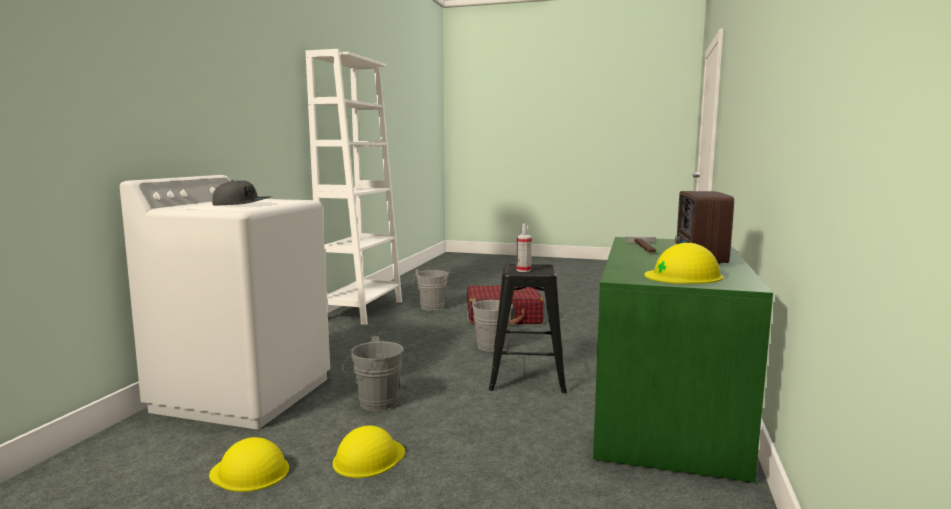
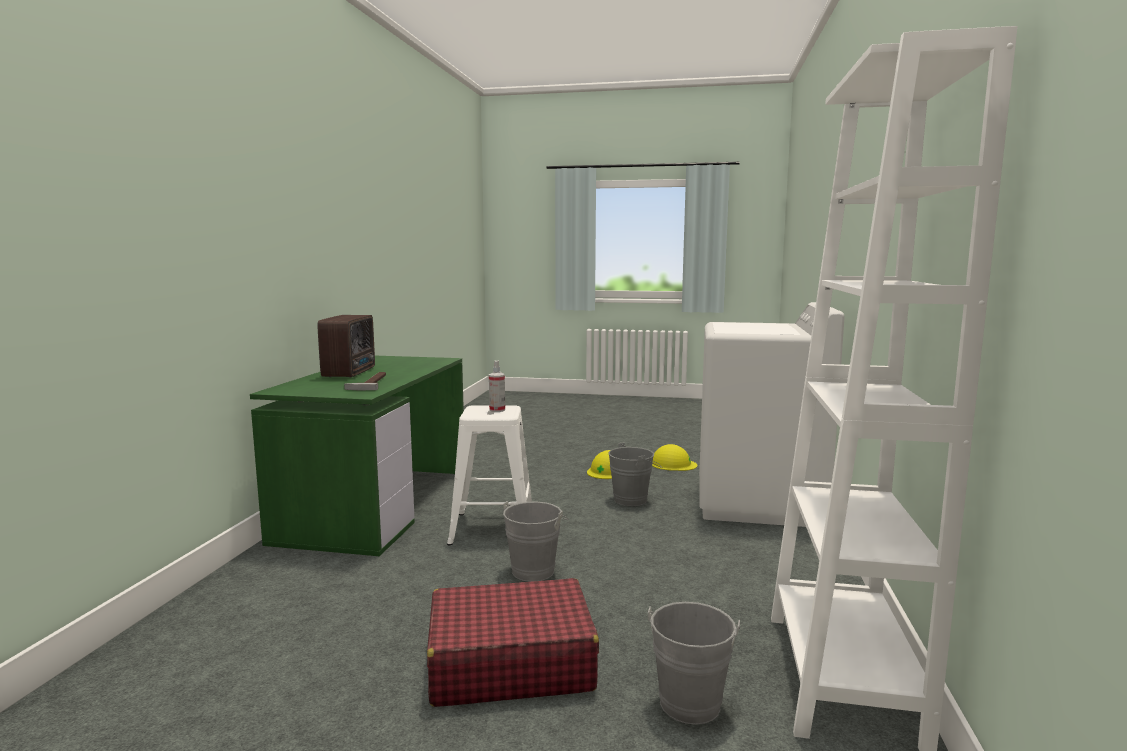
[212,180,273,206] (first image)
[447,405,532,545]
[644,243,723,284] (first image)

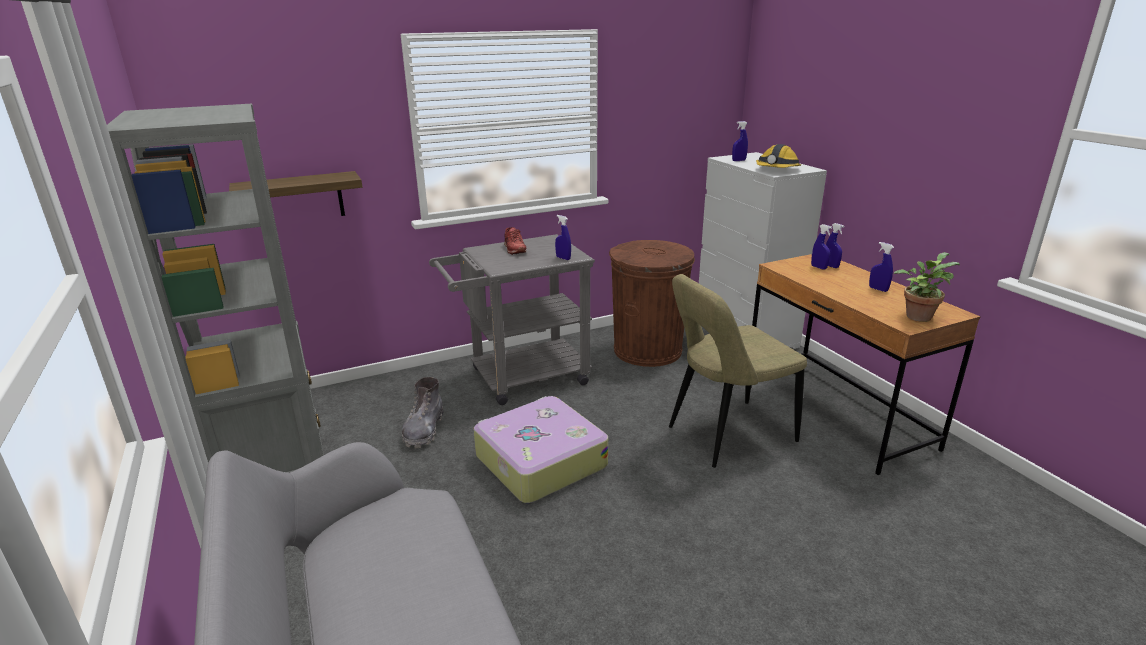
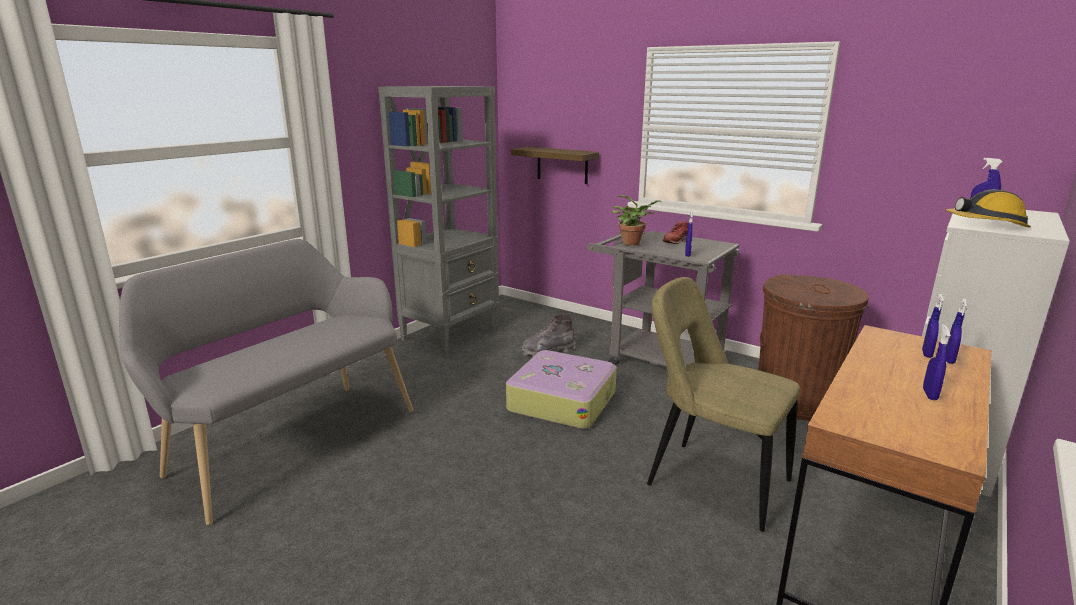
[612,195,661,245]

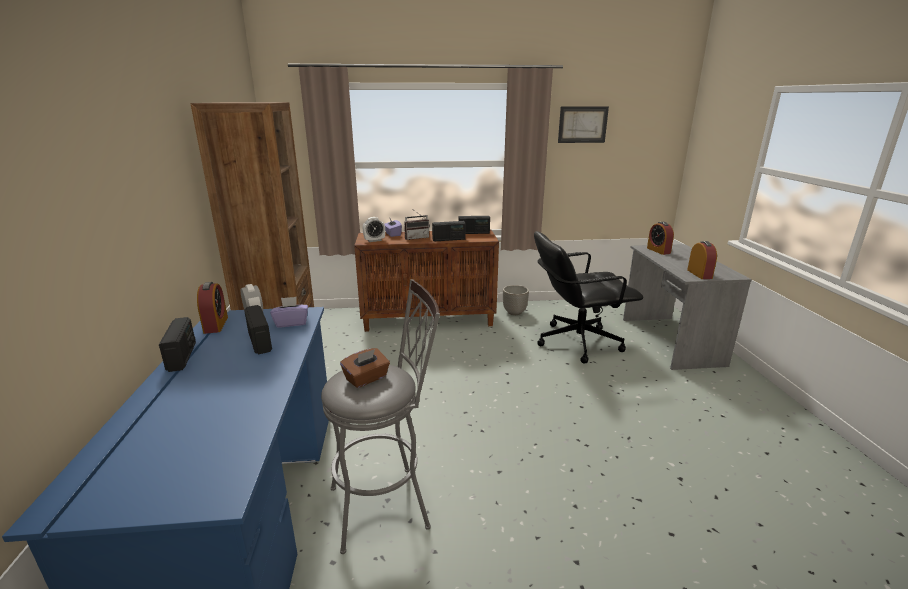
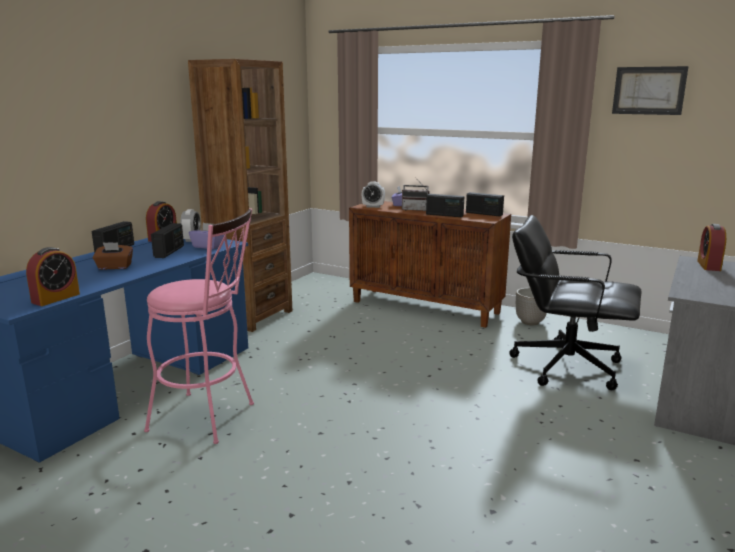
[144,208,254,444]
[93,242,133,270]
[26,247,80,306]

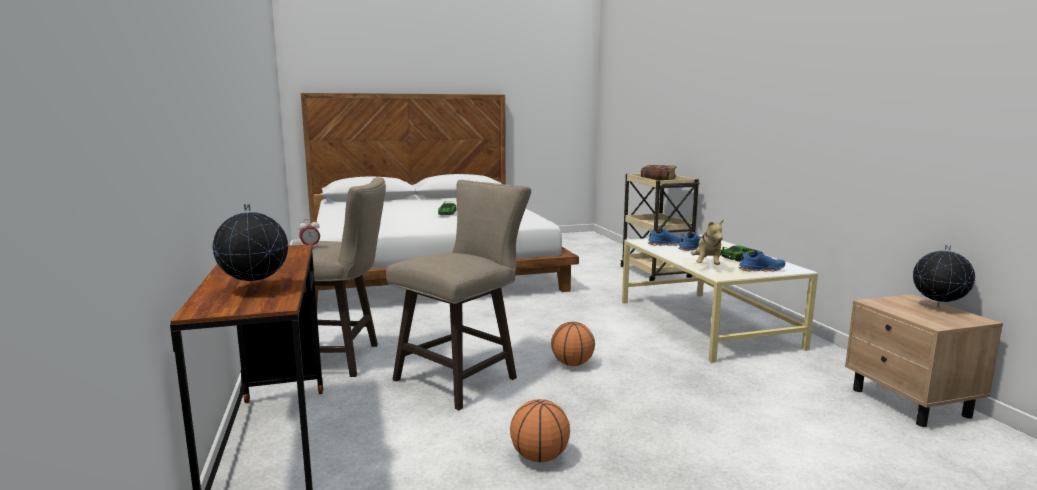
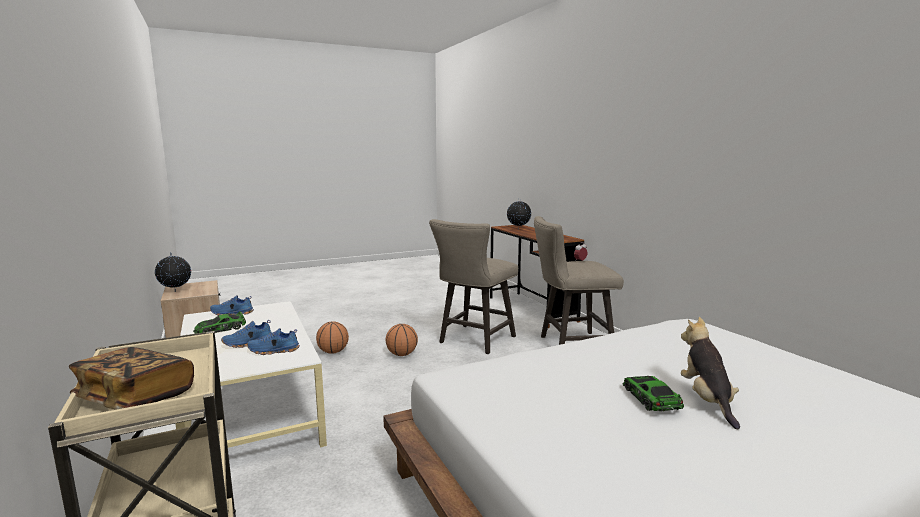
[316,321,349,354]
[681,317,740,430]

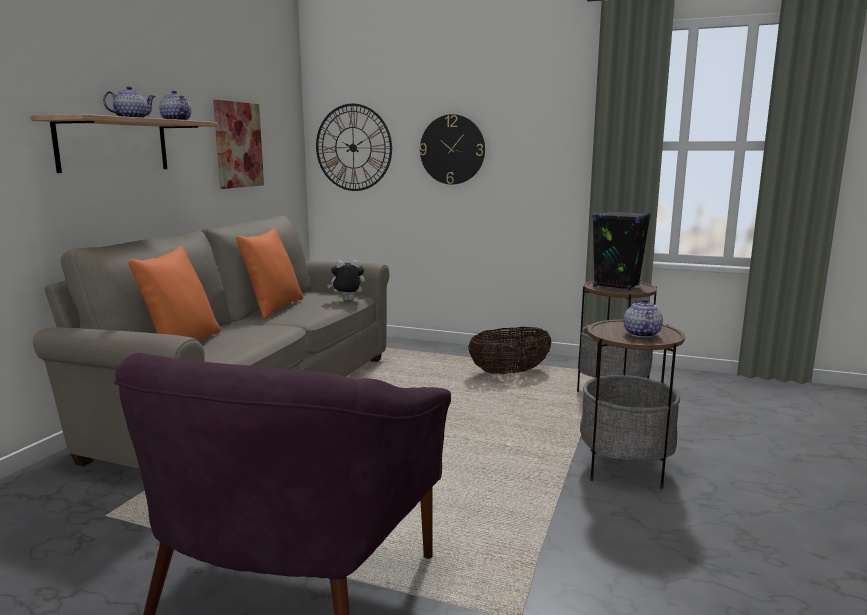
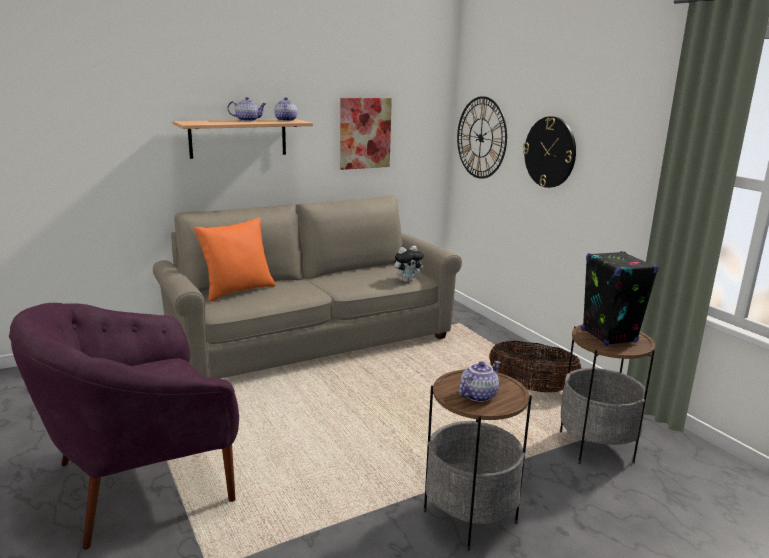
[236,228,303,319] (first image)
[394,246,424,282]

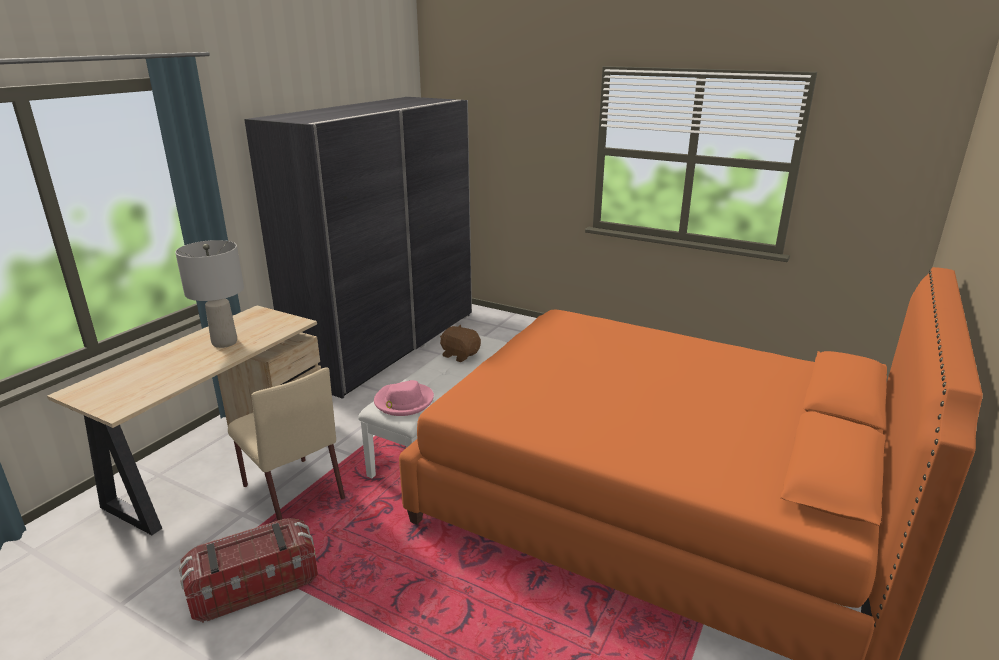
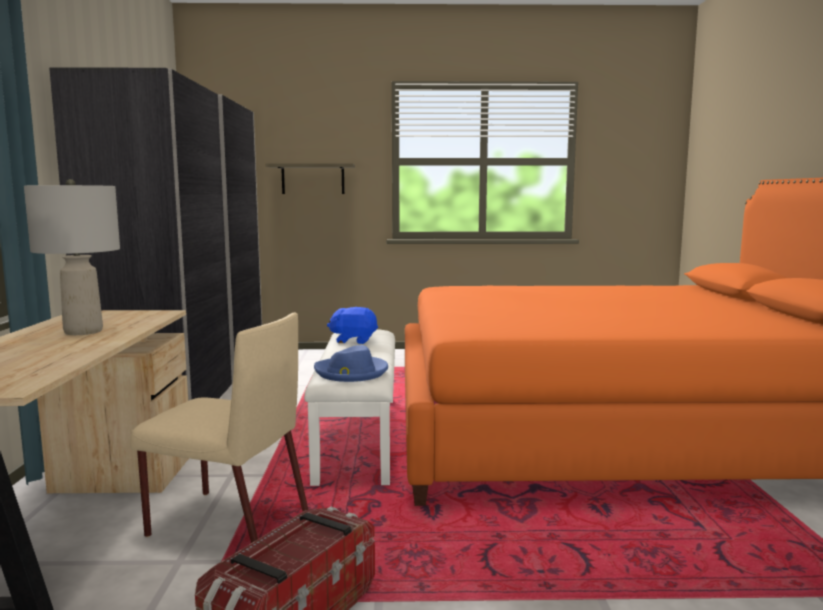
[314,345,388,382]
[327,307,378,344]
[265,163,355,194]

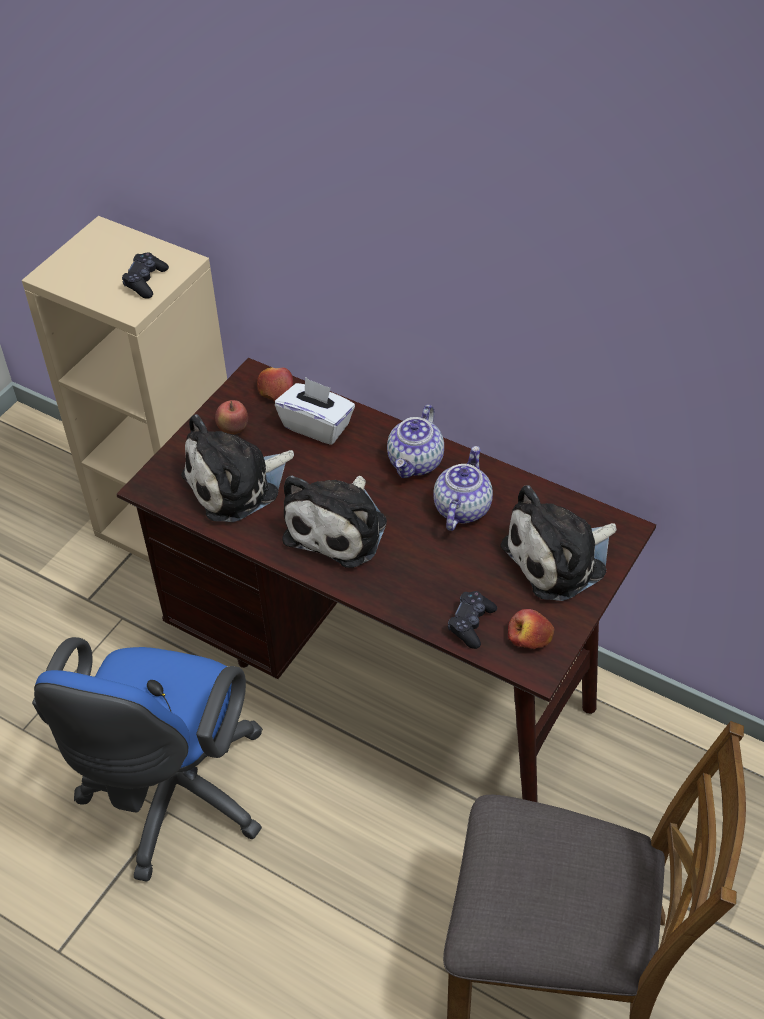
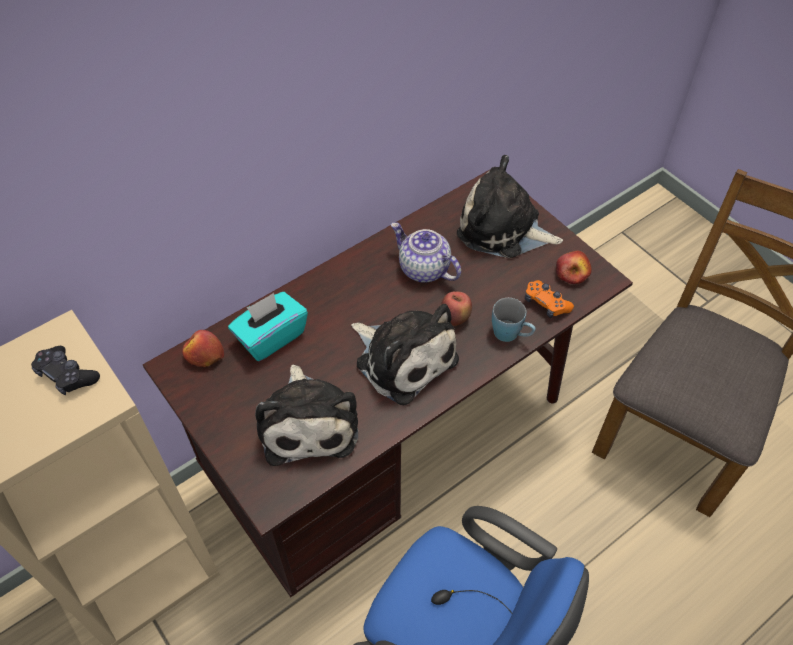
[441,291,472,326]
[228,292,308,361]
[387,404,444,478] (first image)
[525,280,574,318]
[457,155,563,258]
[492,298,536,342]

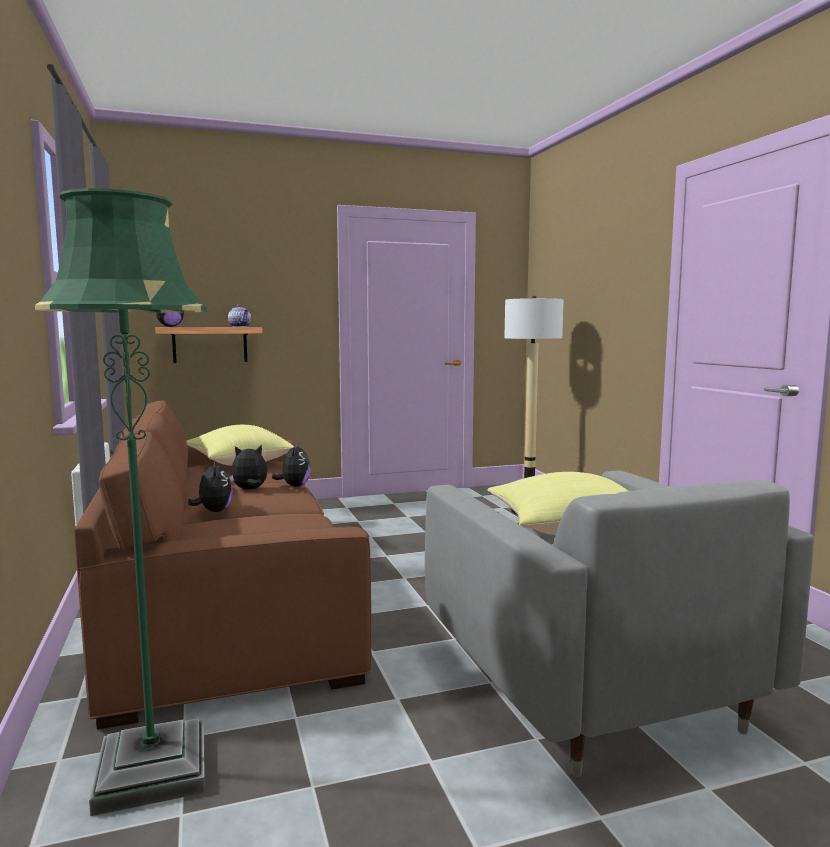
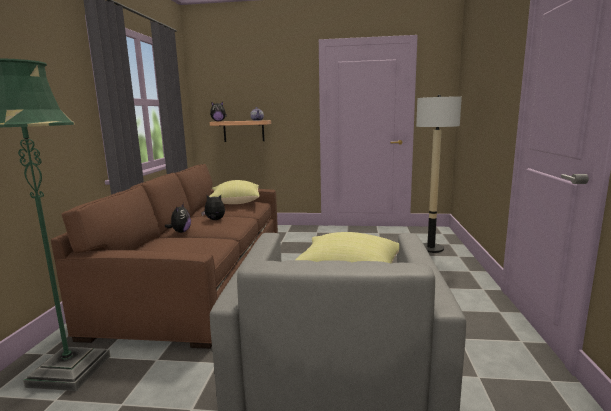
[272,443,311,487] (first image)

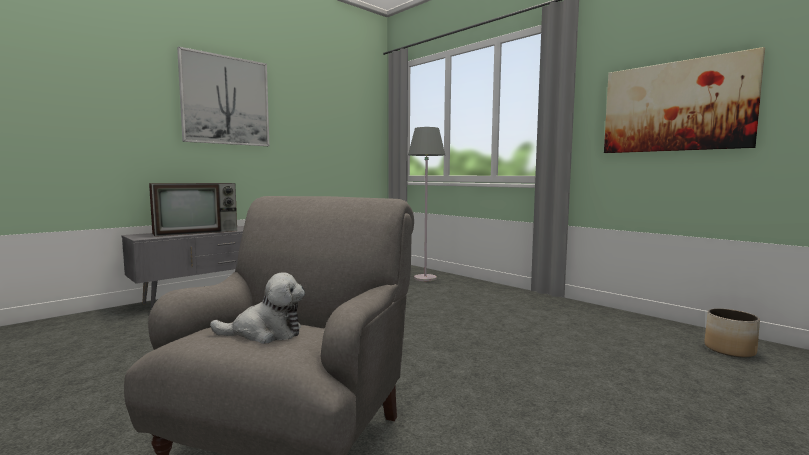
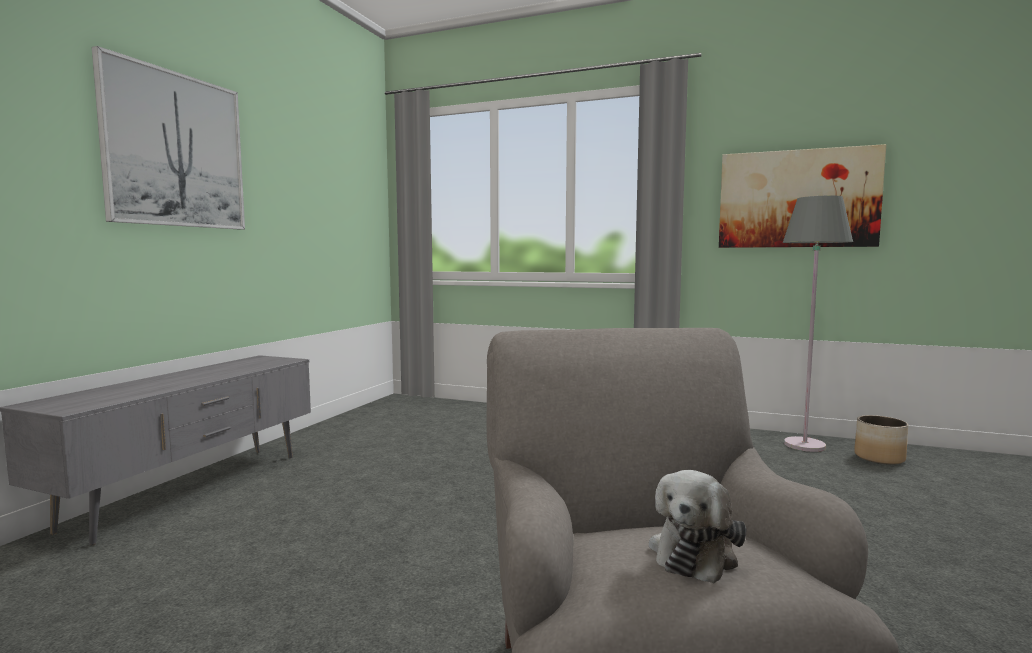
[149,183,237,237] (first image)
[649,470,746,584]
[783,195,853,452]

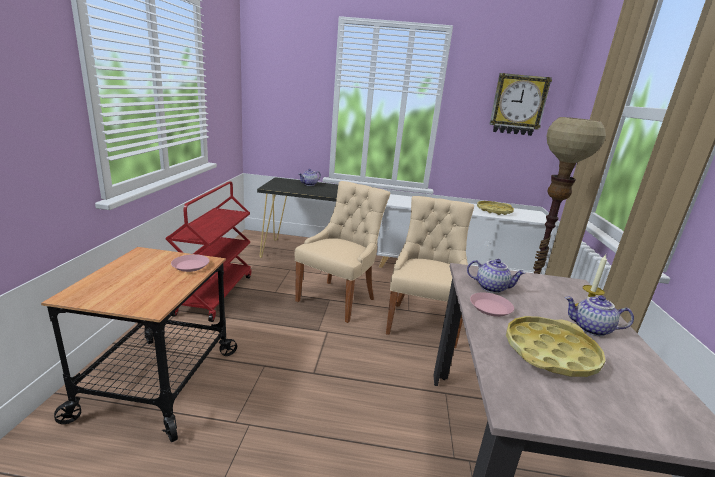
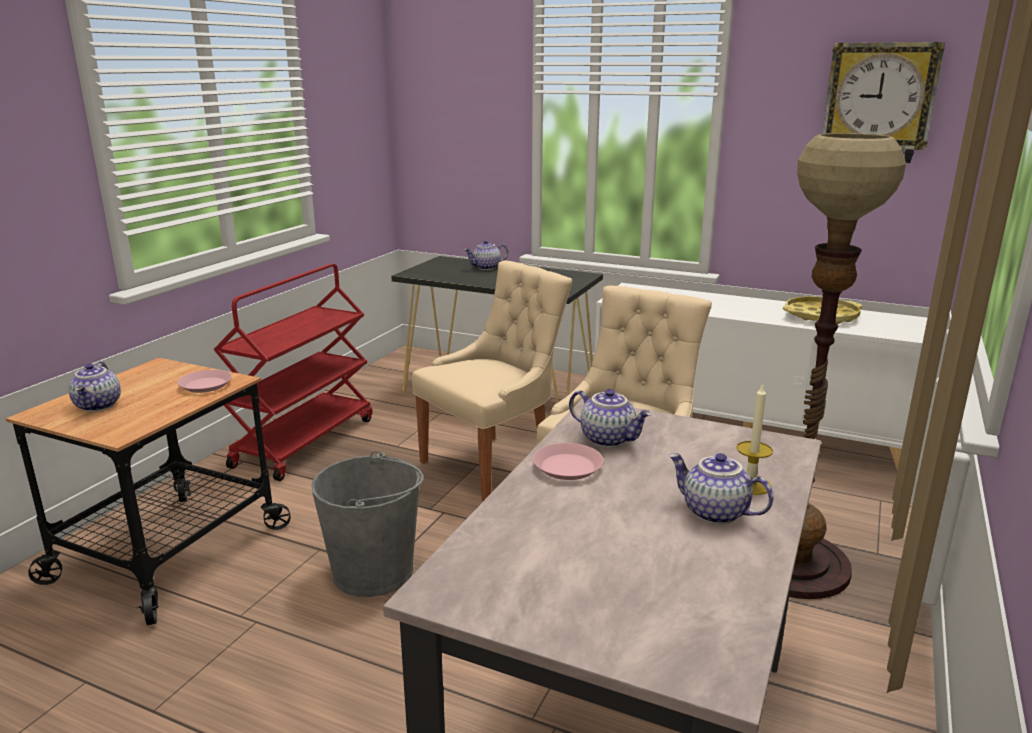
[506,316,606,377] (first image)
[69,361,121,412]
[311,451,424,597]

